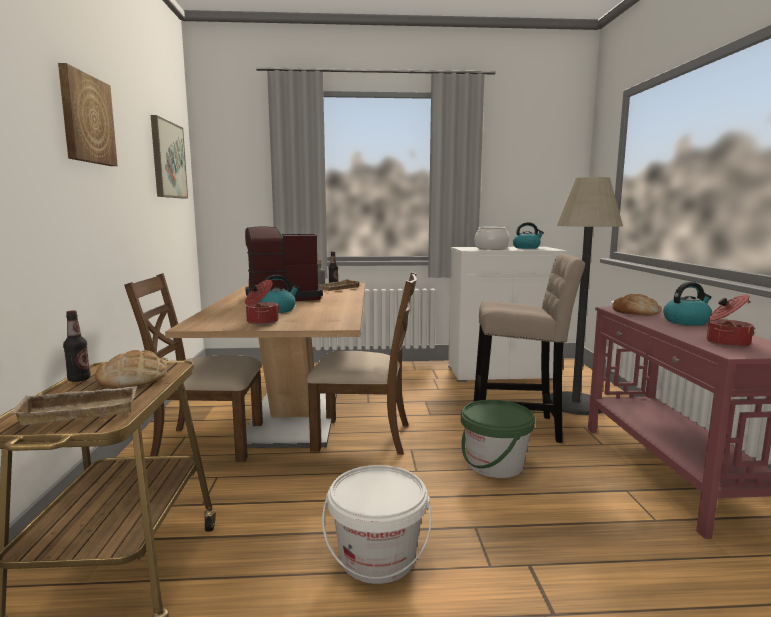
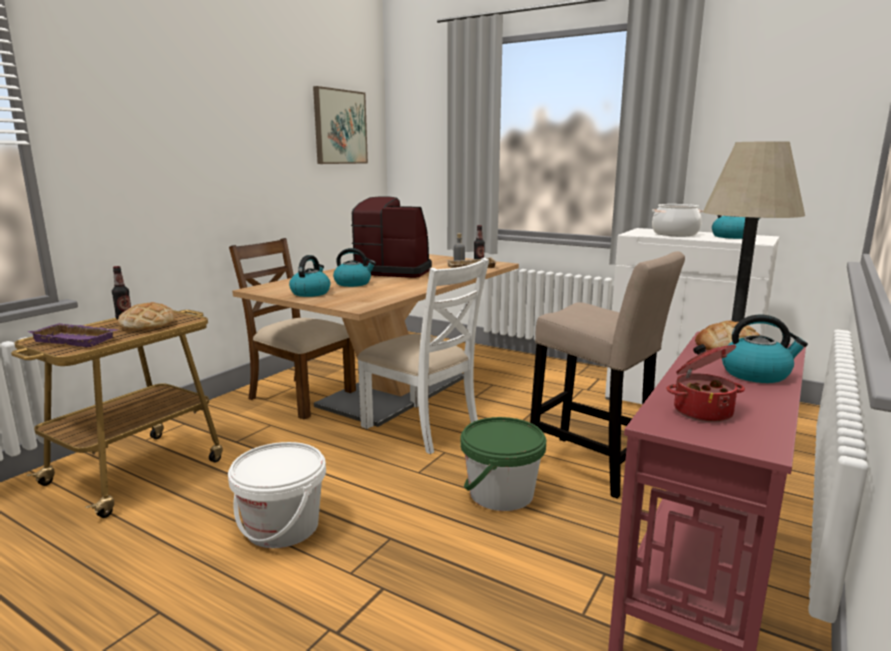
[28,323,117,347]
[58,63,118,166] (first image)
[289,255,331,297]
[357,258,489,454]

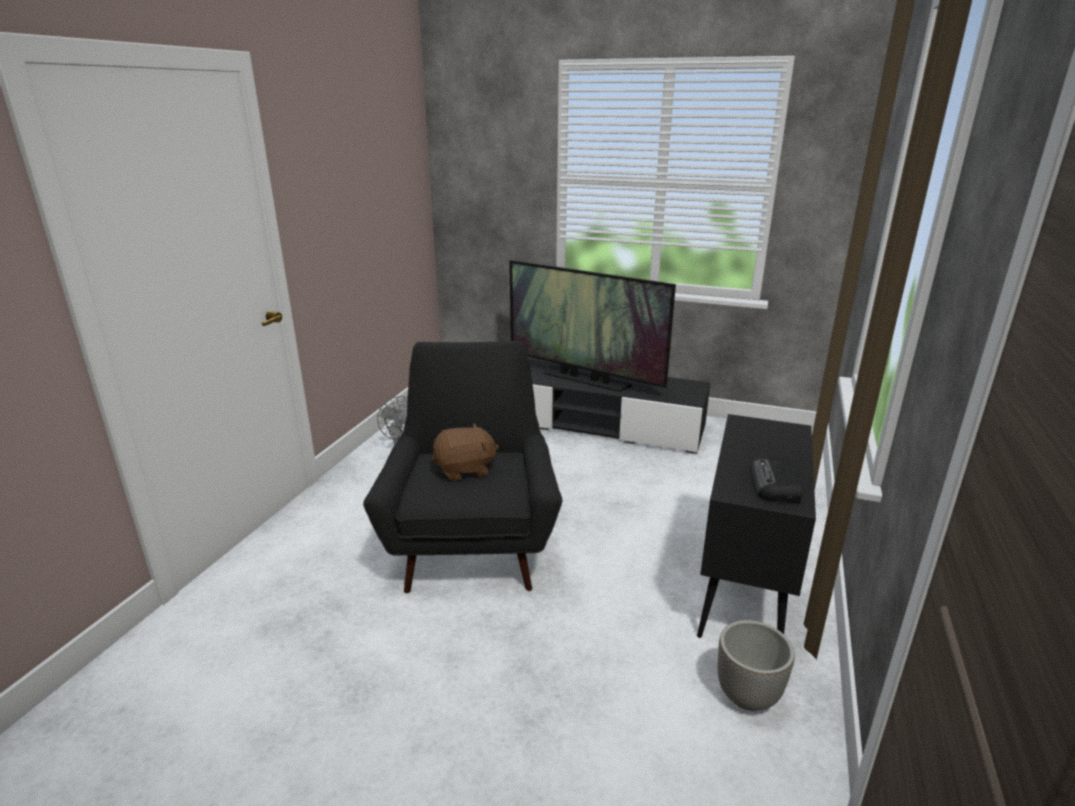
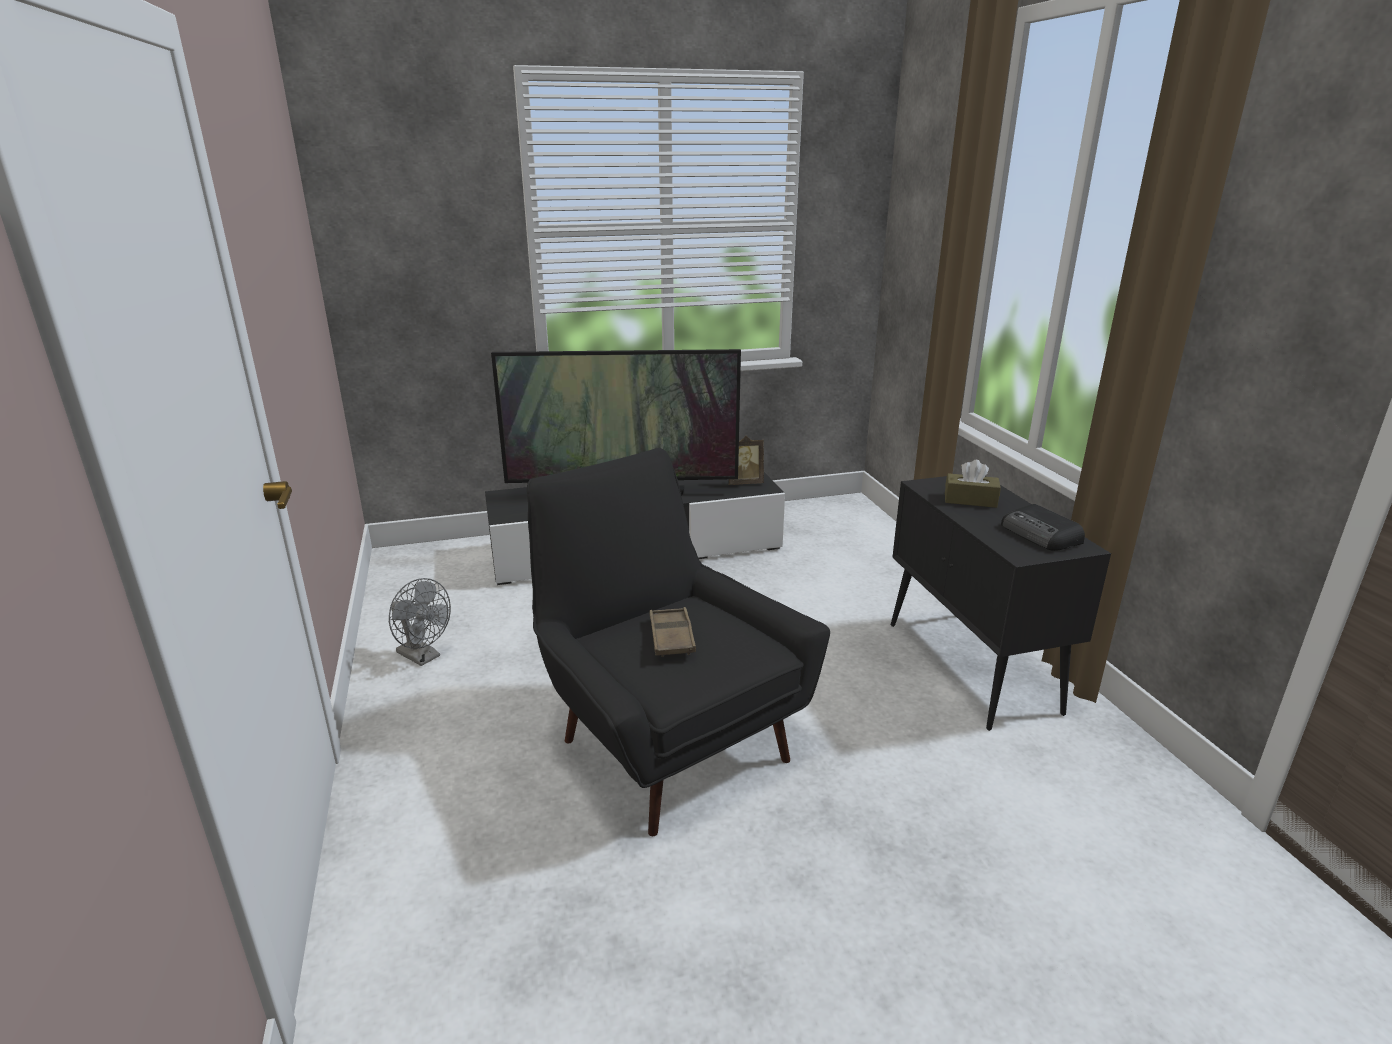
[650,607,696,657]
[718,620,795,711] (first image)
[729,436,764,485]
[945,460,1001,508]

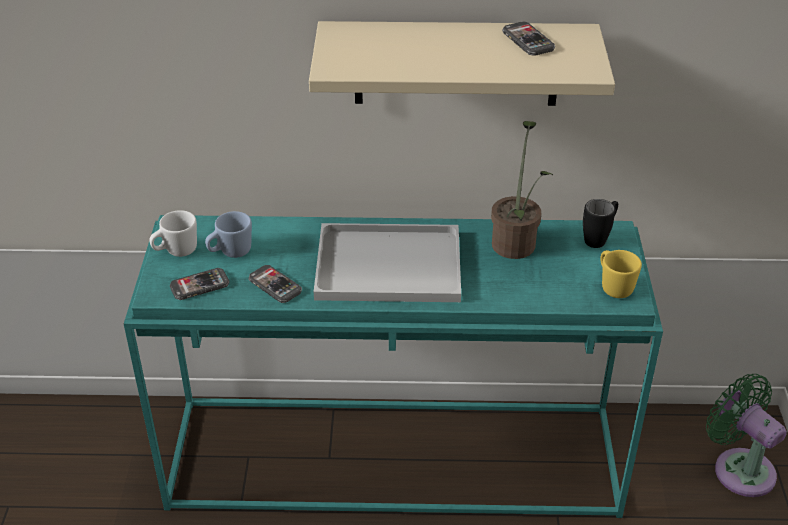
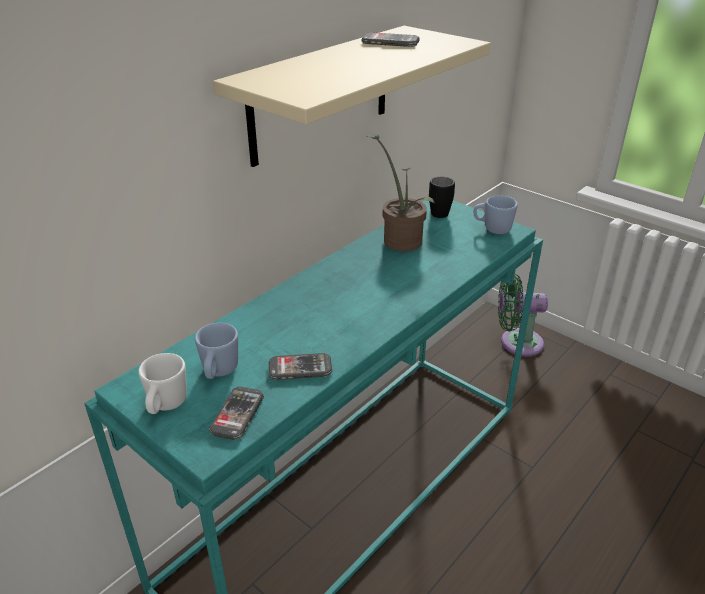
[314,223,461,302] (first image)
[473,195,518,234]

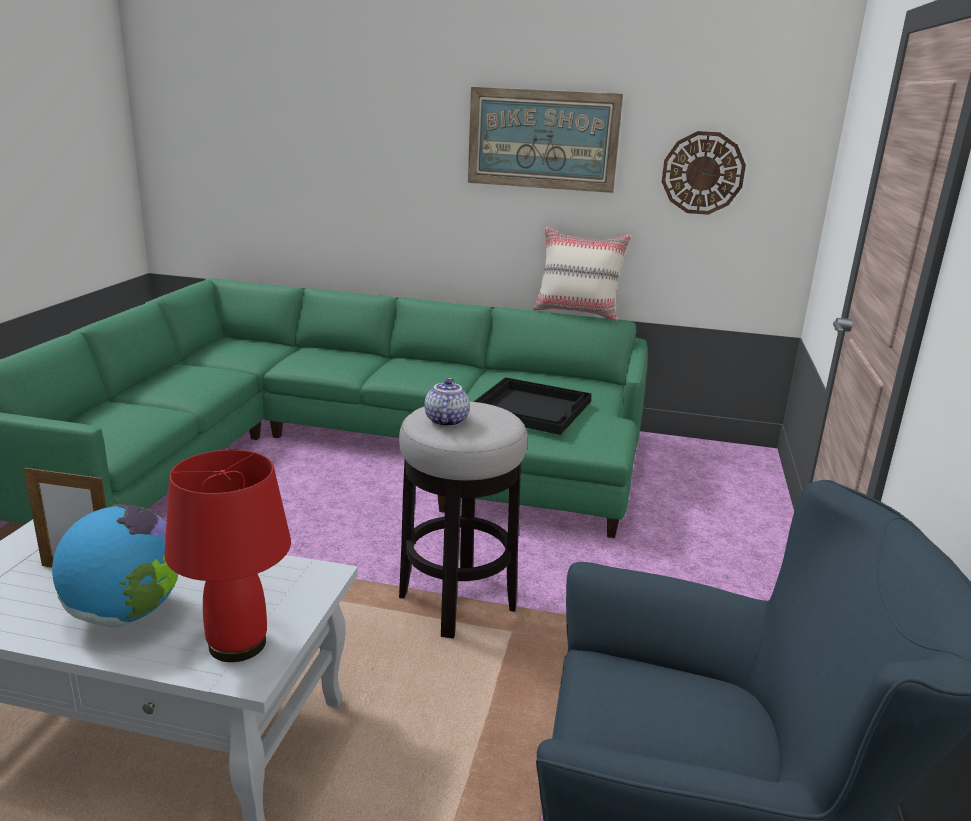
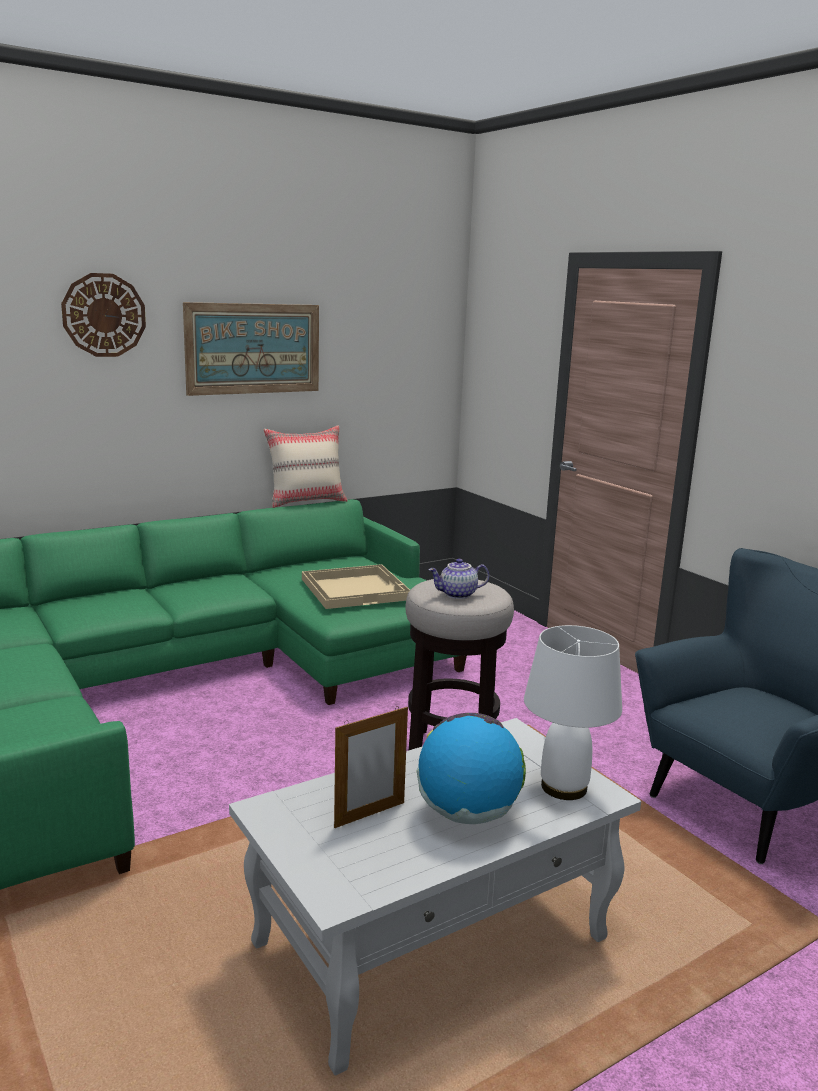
[524,625,622,800]
[428,559,489,599]
[302,564,410,609]
[61,273,146,357]

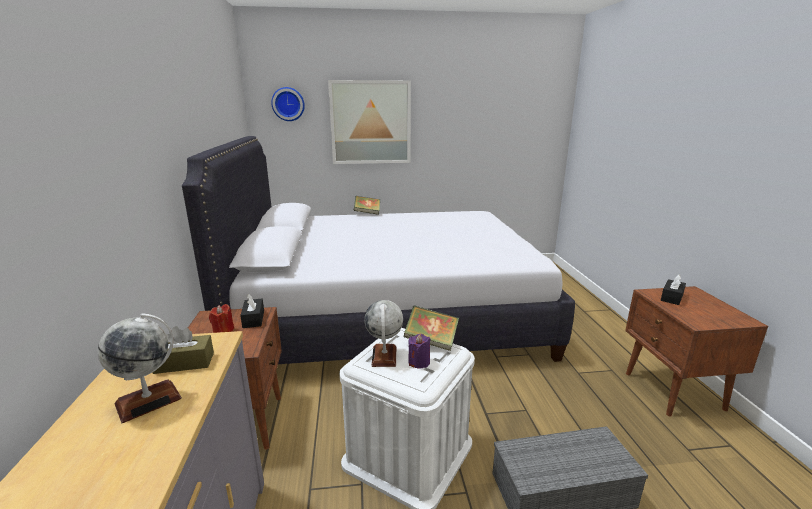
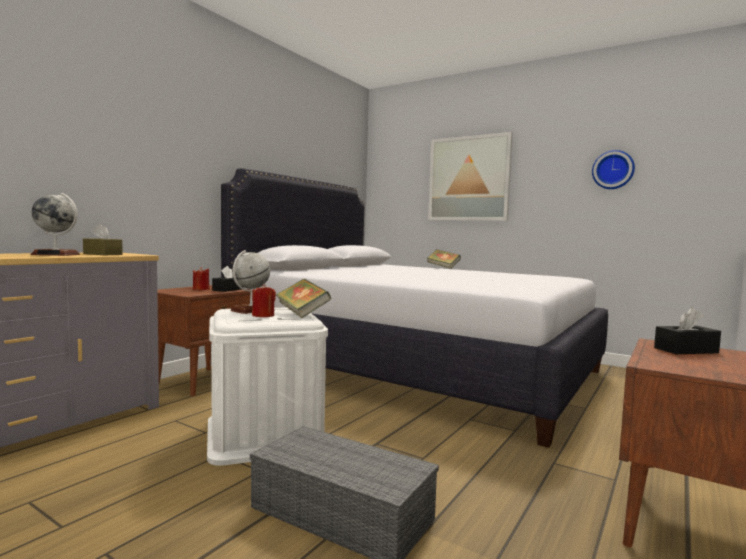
[592,150,635,189]
[252,284,276,317]

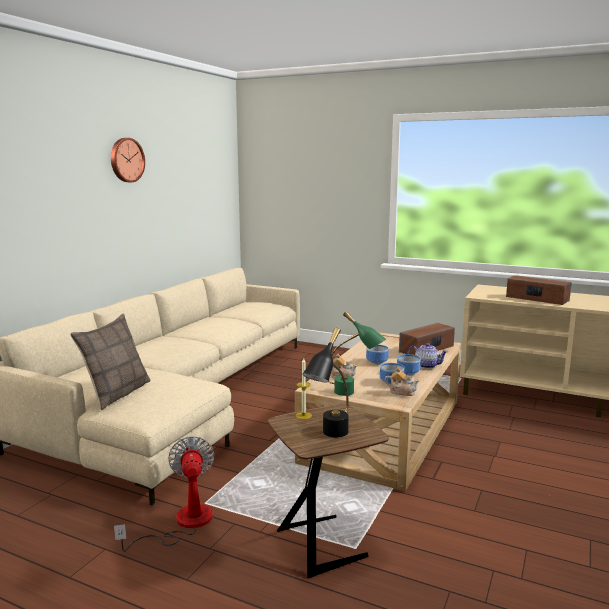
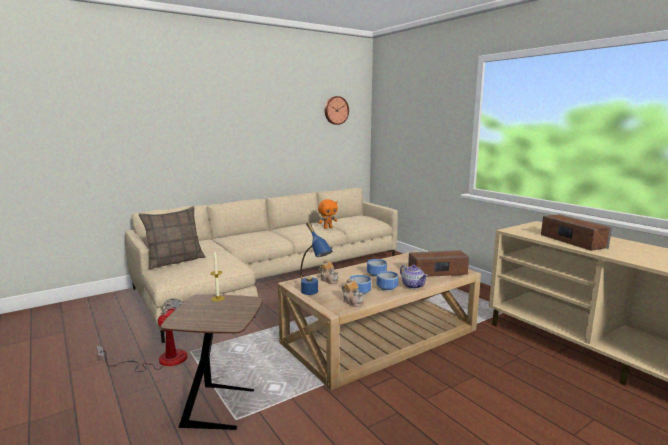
[325,96,349,125]
[302,328,349,437] (first image)
[300,222,333,295]
[318,199,338,229]

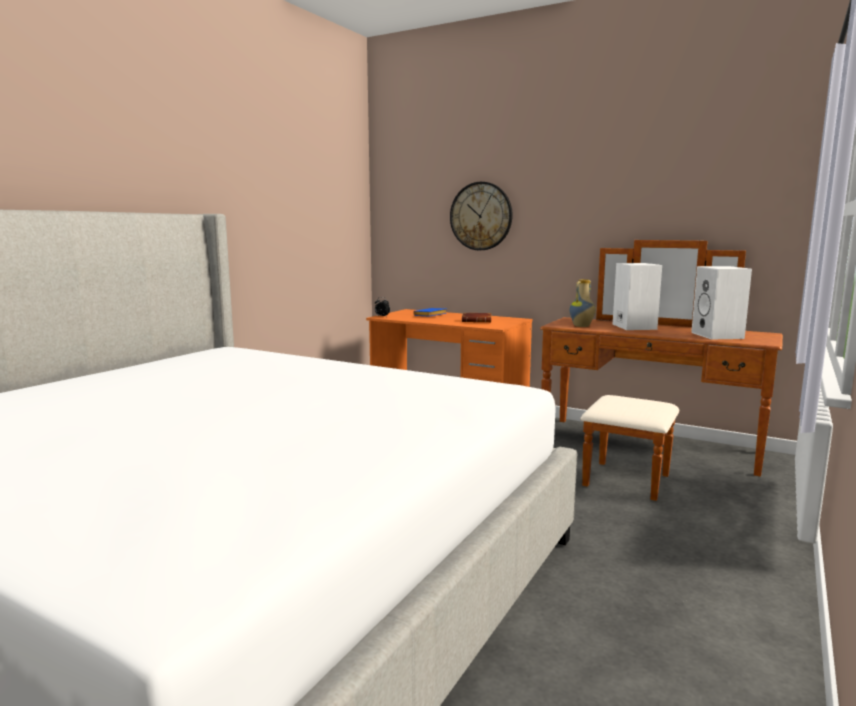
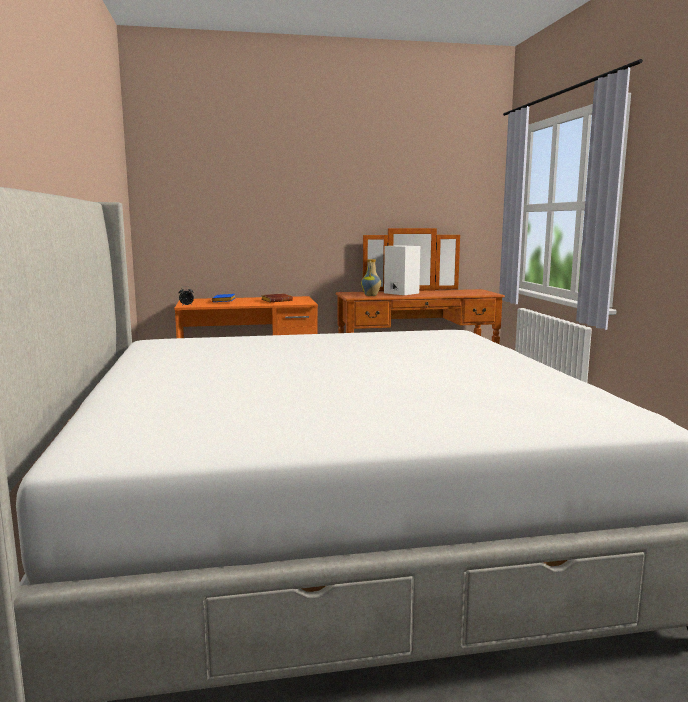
[450,182,513,250] (first image)
[691,266,752,340] (first image)

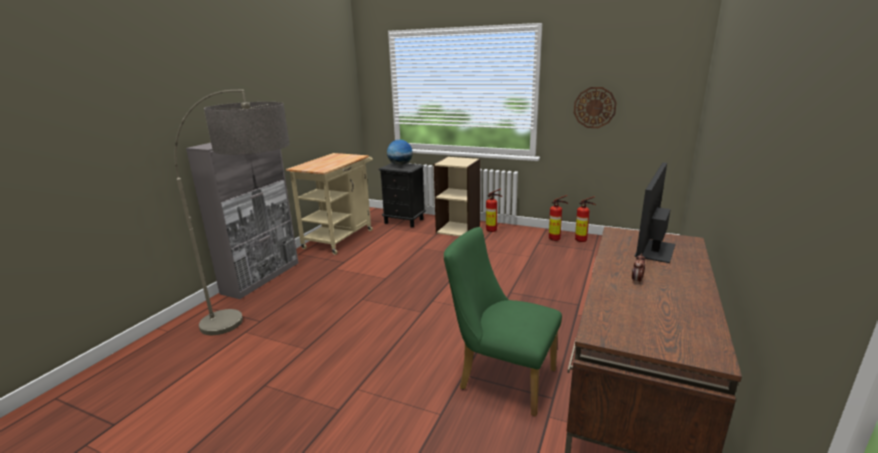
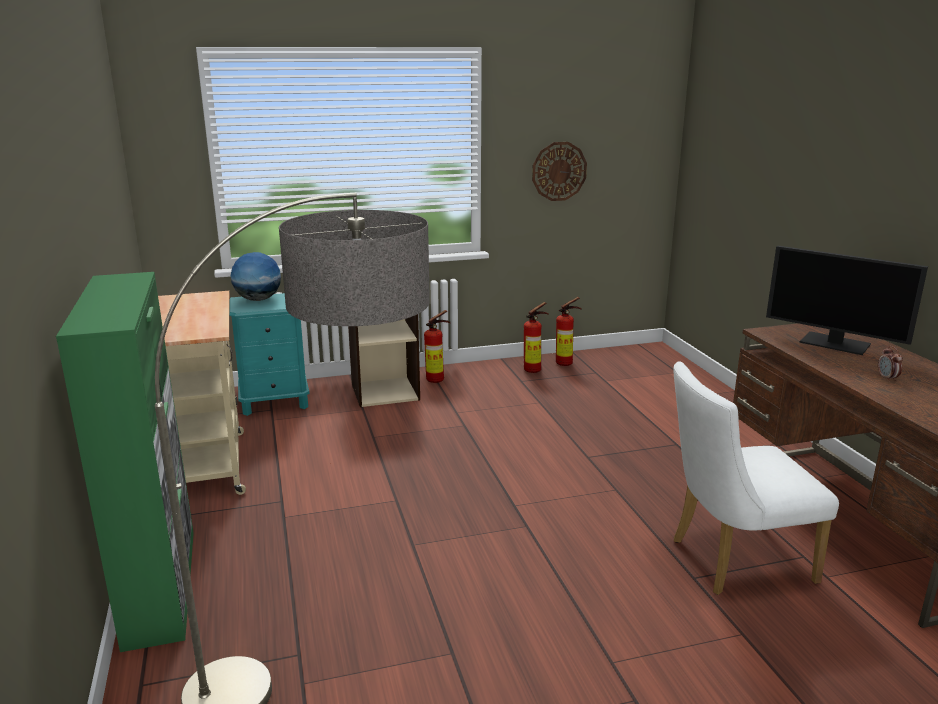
[56,272,194,652]
[230,293,309,416]
[673,361,839,595]
[766,246,928,355]

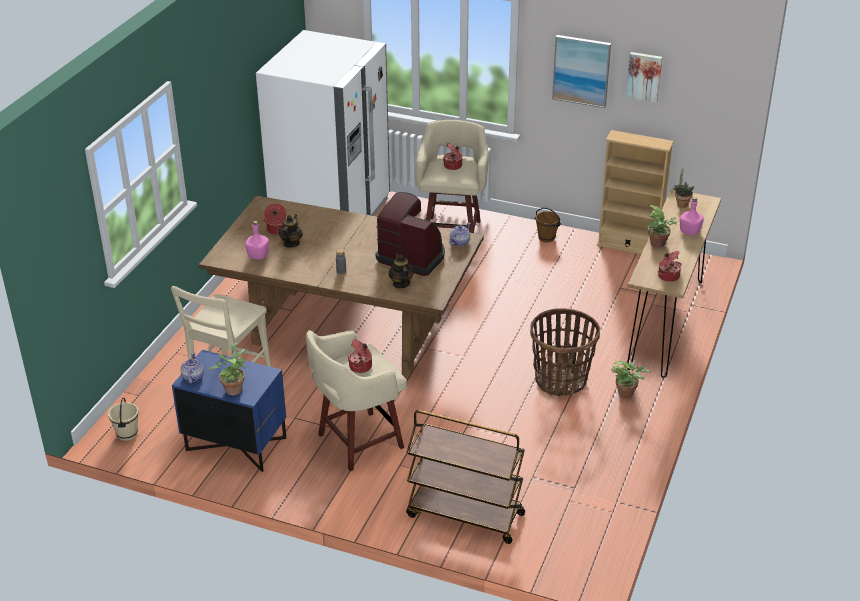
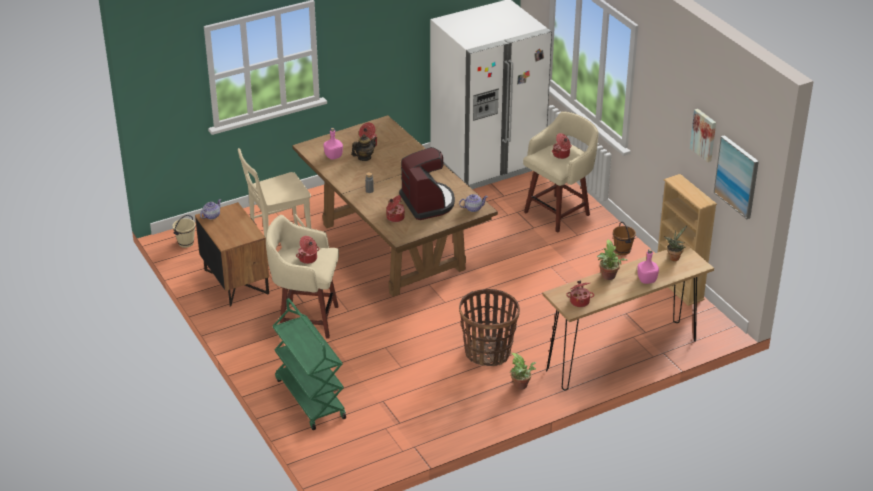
[195,202,269,306]
[209,342,246,395] (first image)
[386,195,405,222]
[273,298,346,430]
[714,135,759,219]

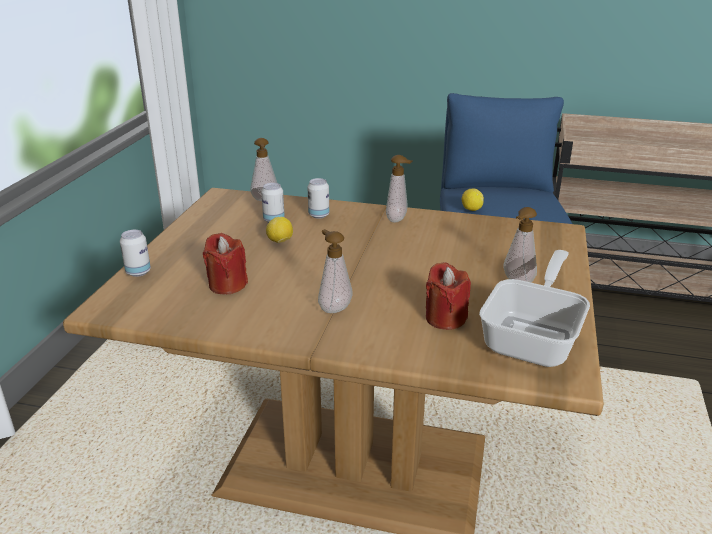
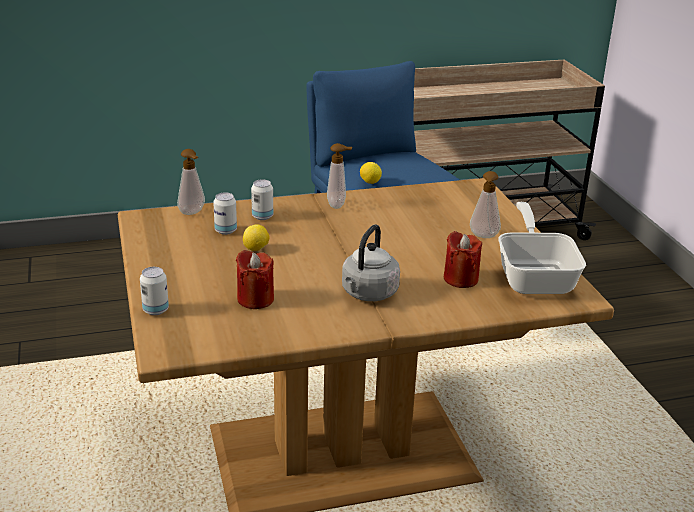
[342,224,400,301]

